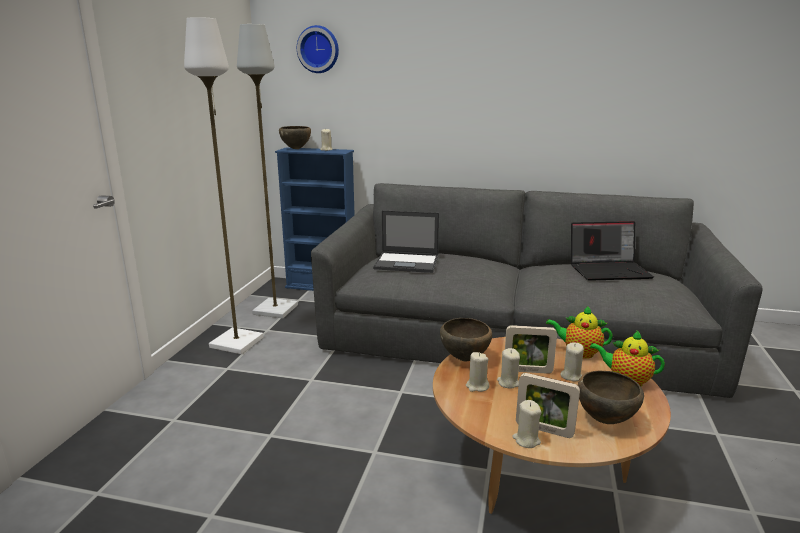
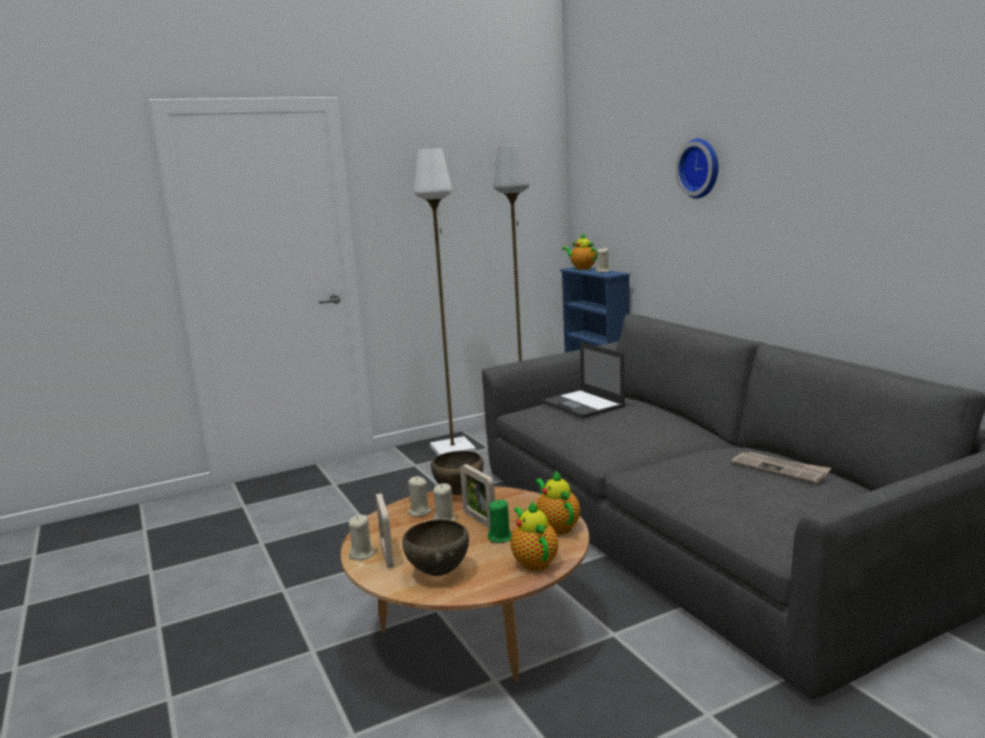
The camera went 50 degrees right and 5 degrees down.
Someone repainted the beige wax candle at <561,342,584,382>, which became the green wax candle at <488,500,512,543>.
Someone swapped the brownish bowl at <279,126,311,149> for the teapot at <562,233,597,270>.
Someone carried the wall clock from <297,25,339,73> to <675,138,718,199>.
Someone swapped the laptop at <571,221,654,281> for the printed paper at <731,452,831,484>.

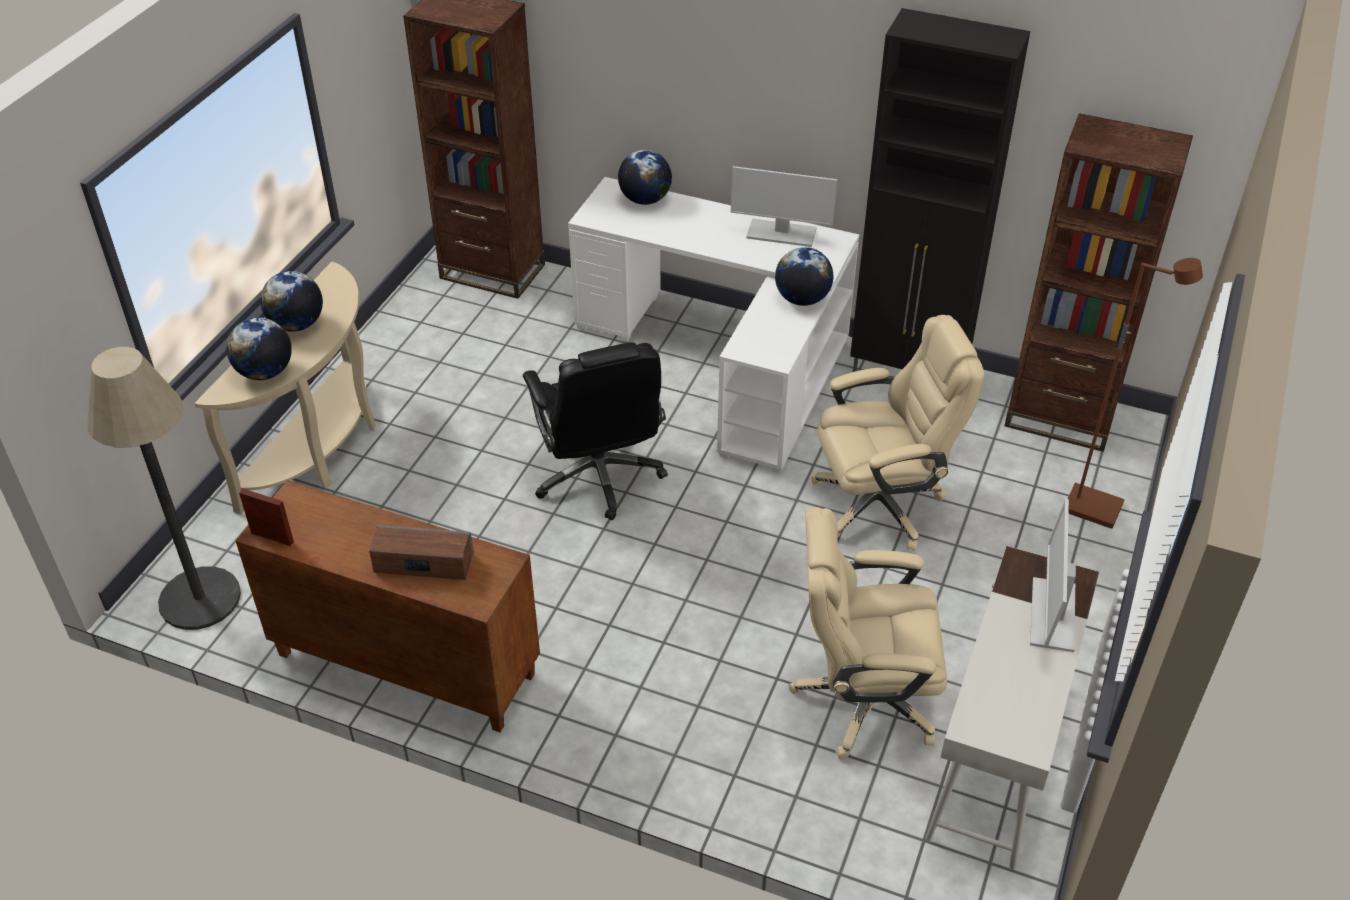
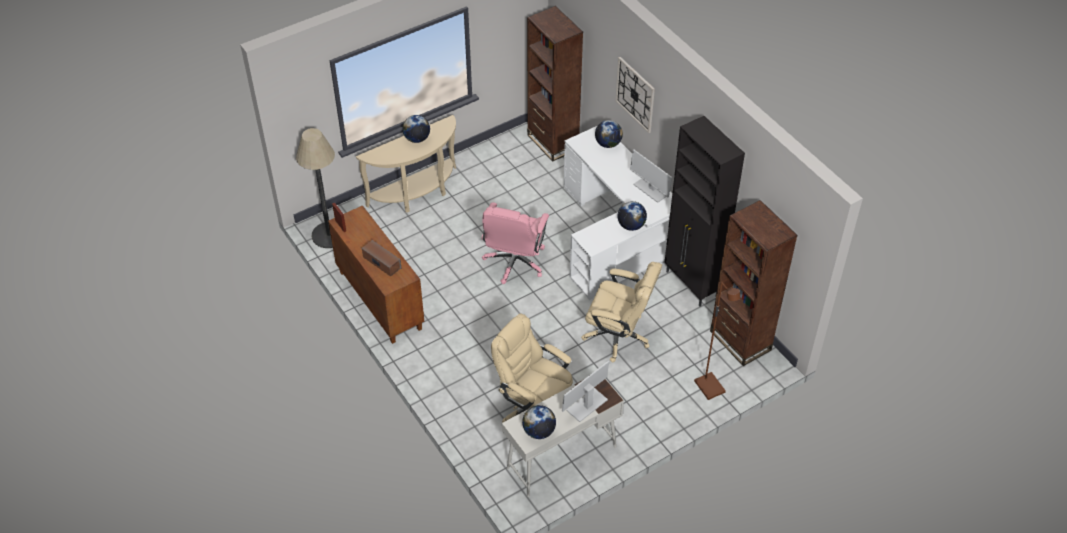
The camera went 35 degrees right and 5 degrees up.
Someone repainted the black office chair at <523,342,668,520>, which became the pink-coloured office chair at <482,202,549,284>.
Someone carried the globe from <226,317,292,380> to <522,405,556,439>.
Someone put up the wall clock at <615,57,655,133>.

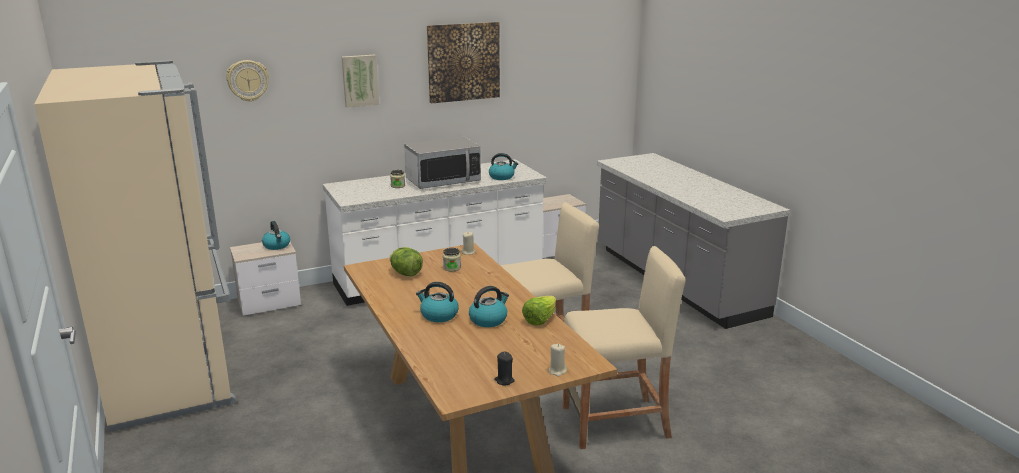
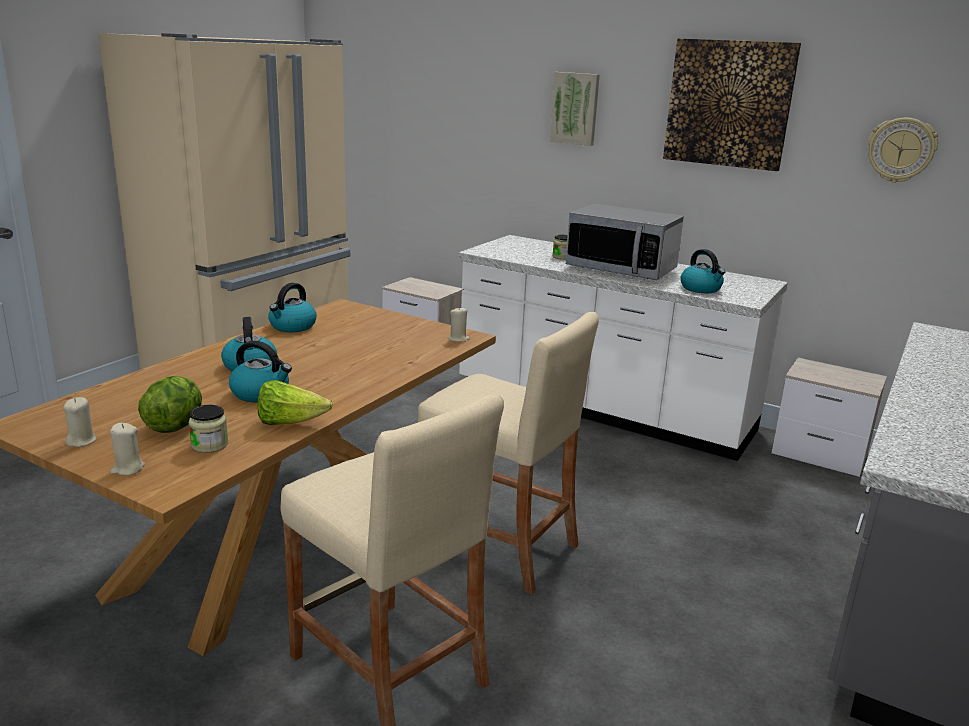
The camera went 55 degrees right and 0 degrees up.
Someone repainted the black wax candle at <494,352,514,386>, which became the beige wax candle at <64,397,96,447>.
Someone carried the lettuce head from <390,247,423,276> to <138,376,202,433>.
Someone carried the preserve jar from <443,248,461,272> to <189,405,228,453>.
Someone carried the kettle from <262,221,290,250> to <268,283,316,332>.
Someone carried the wall clock from <226,60,269,102> to <868,118,938,183>.

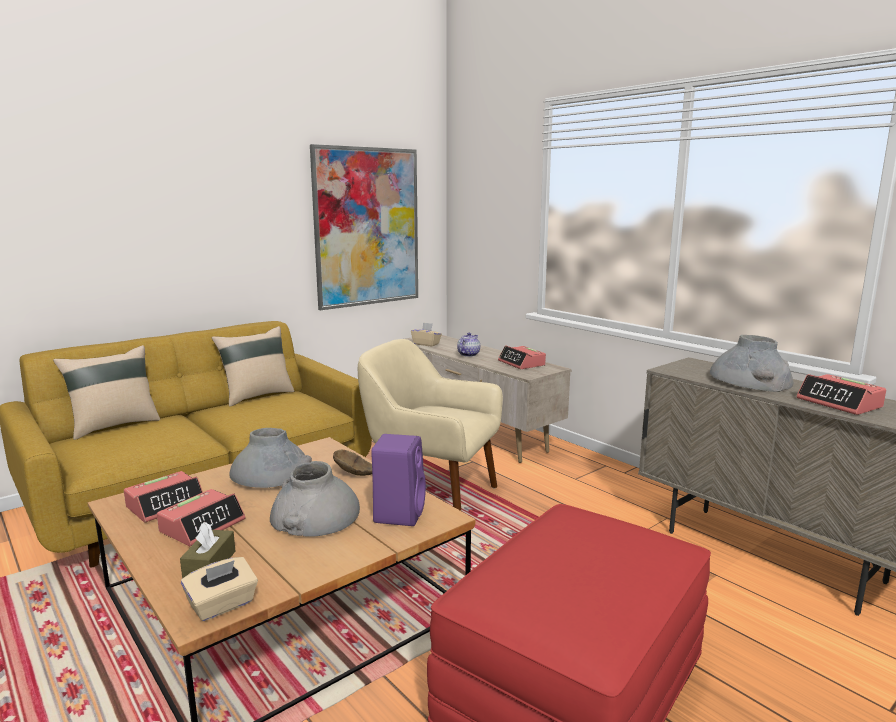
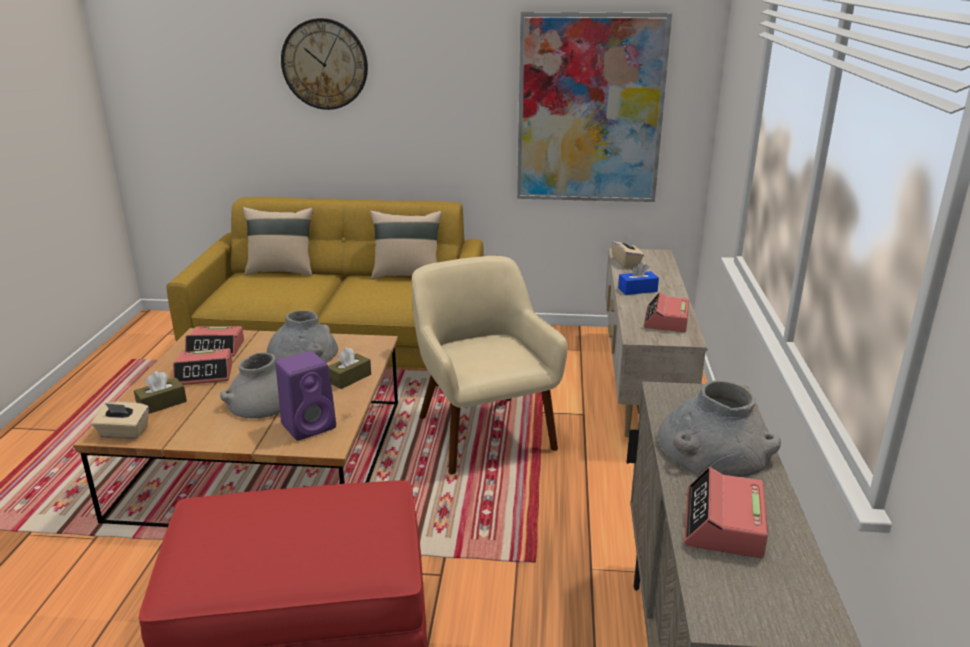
The camera went 45 degrees right and 10 degrees up.
Someone put up the wall clock at <281,18,368,110>.
Someone swapped the brownish bowl at <333,450,372,476> for the brownish tissue holder at <328,347,371,389>.
Someone swapped the teapot at <457,333,480,357> for the blue-coloured tissue holder at <618,263,659,295>.

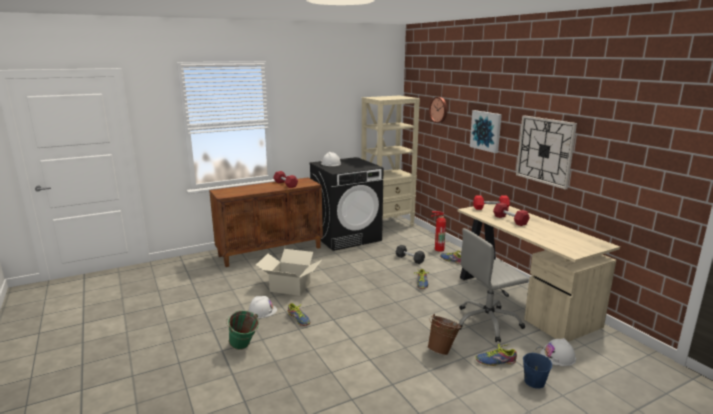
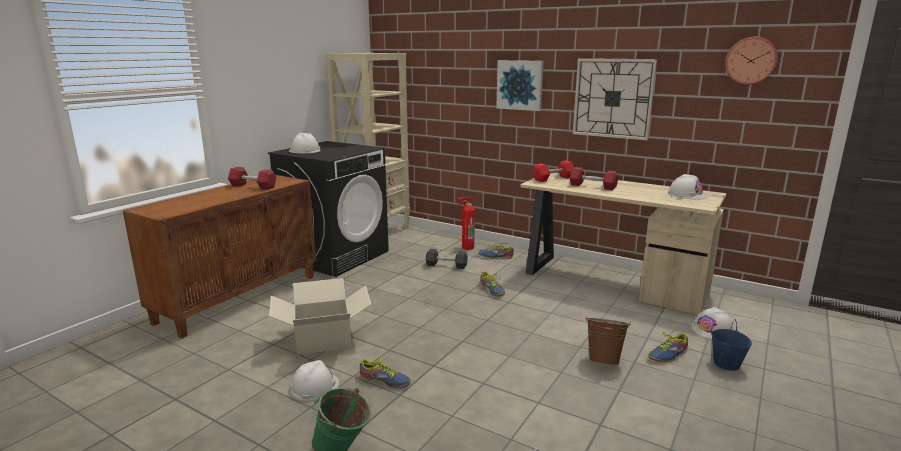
The camera went 30 degrees left and 0 degrees up.
Someone put down the white-coloured hard hat at <668,174,707,200>.
Someone carried the wall clock from <429,97,447,123> to <725,37,778,85>.
Someone took away the grey office chair at <459,228,529,342>.

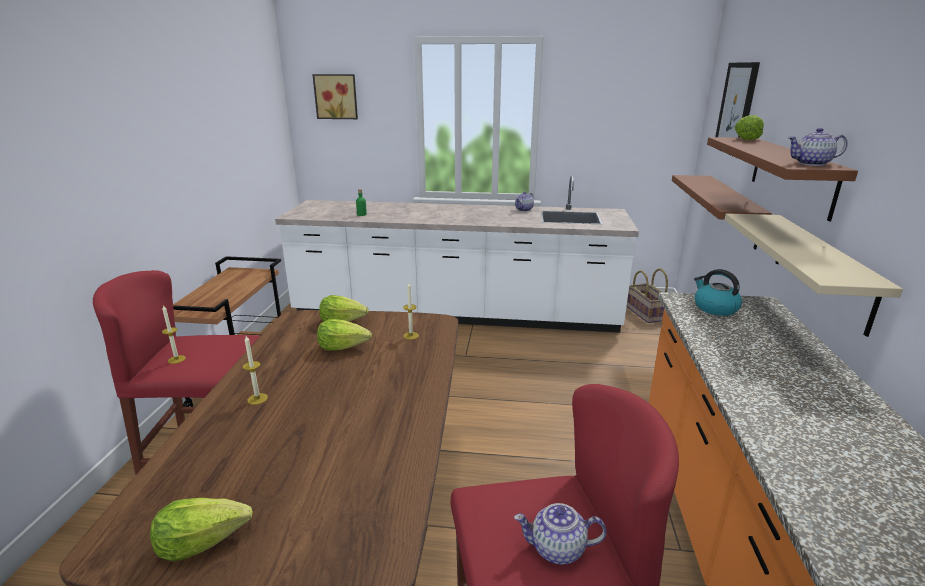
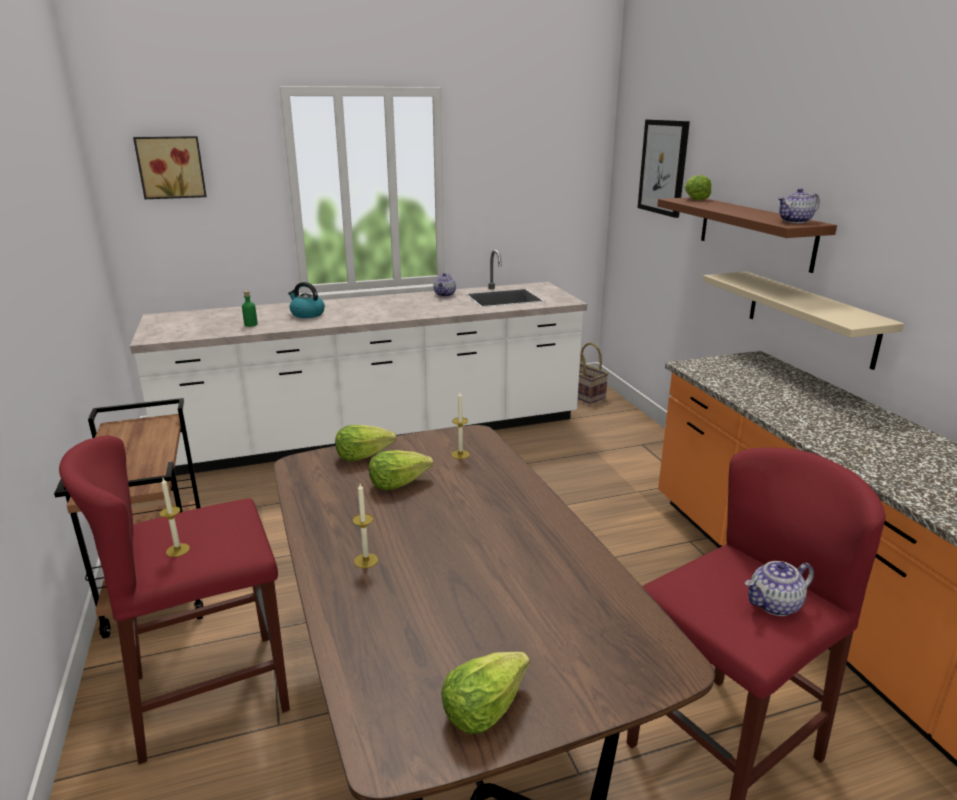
The camera went 25 degrees left and 0 degrees up.
Someone carried the kettle from <694,269,742,316> to <288,282,325,318>.
Someone took away the brownish shelf at <672,175,772,249>.

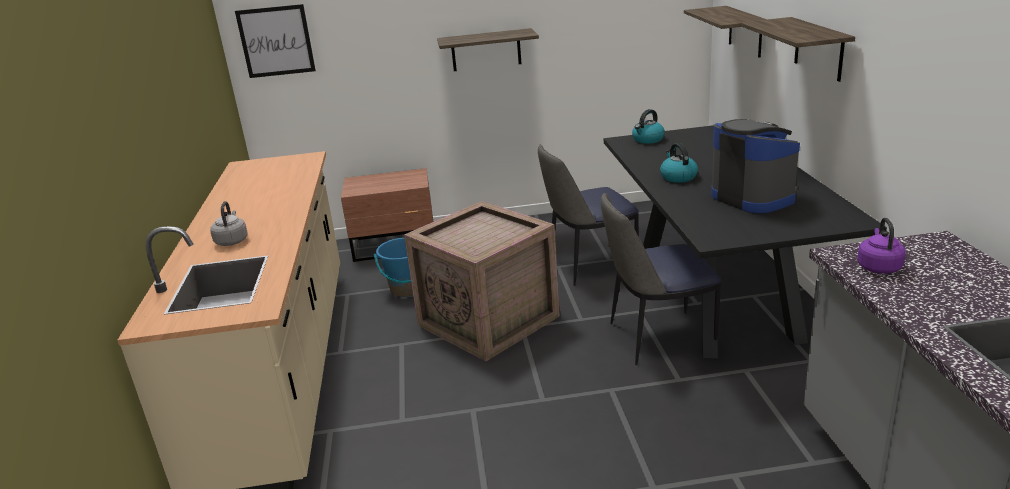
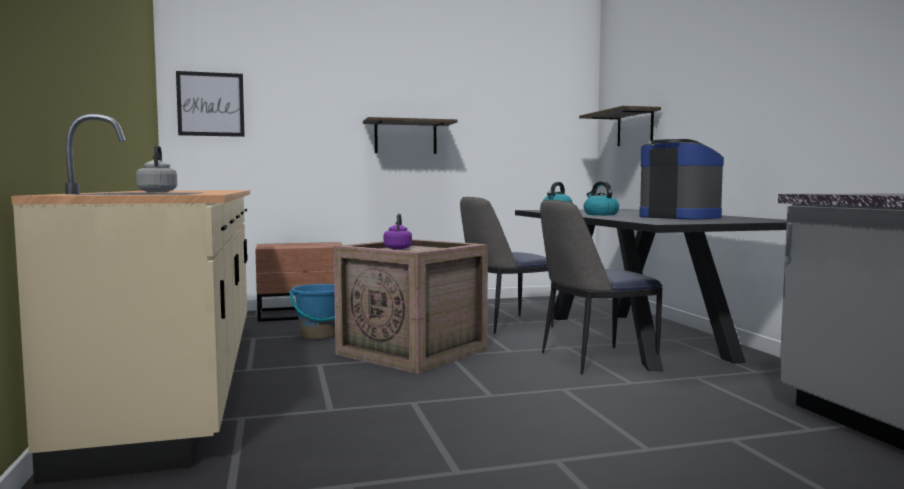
The camera went 10 degrees left and 20 degrees down.
Someone carried the purplish kettle from <857,218,906,274> to <384,213,412,250>.
Someone took away the shelf at <741,17,855,82>.

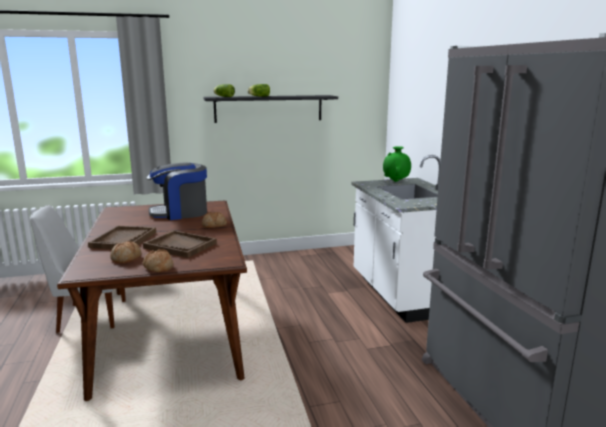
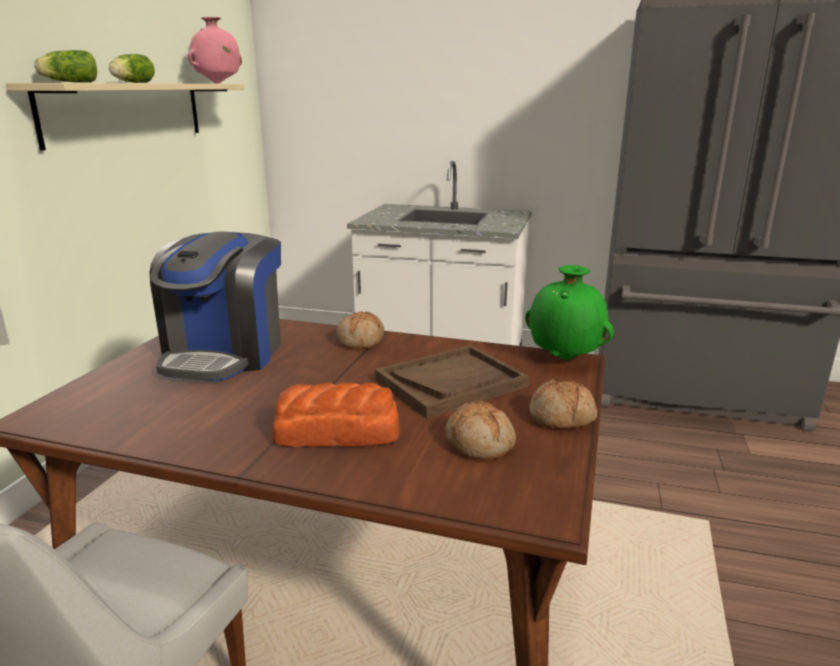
The camera went 60 degrees left and 5 degrees up.
Someone repainted the black shelf at <203,95,338,123>, which became the beige shelf at <6,83,245,151>.
Someone put down the pink-coloured flower vase at <188,17,242,83>.
Someone swapped the brownish tray at <88,226,156,249> for the bakery bread at <272,382,400,447>.
Someone carried the green flower vase from <383,146,411,182> to <525,265,614,360>.

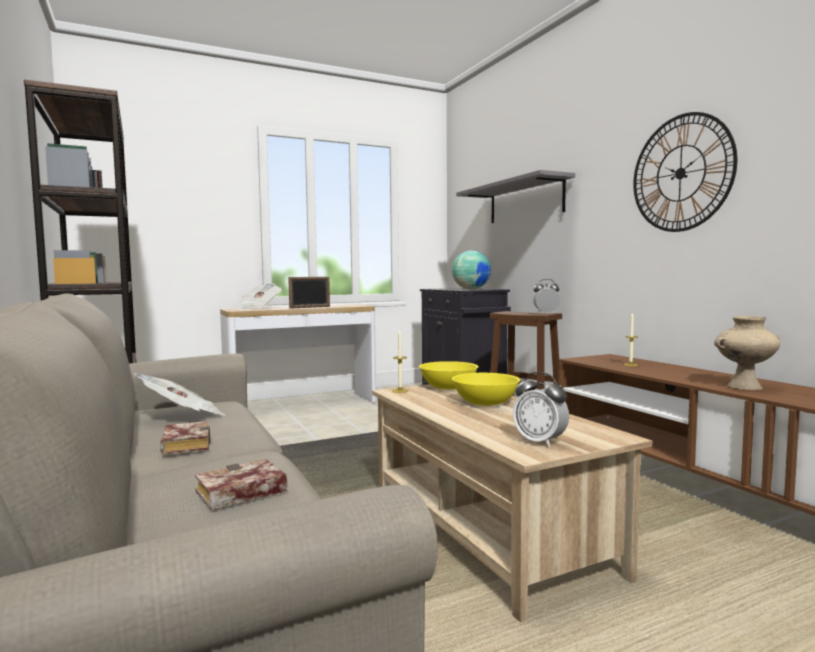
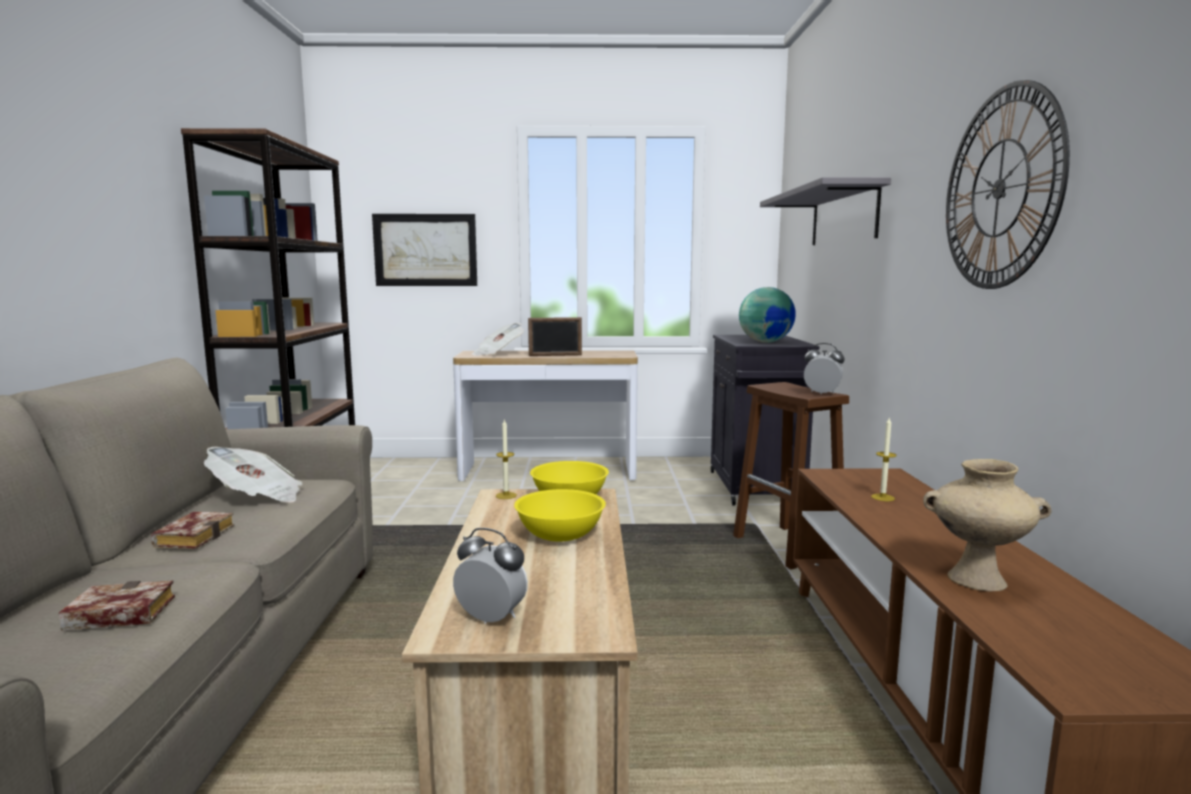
The camera went 25 degrees right and 5 degrees up.
Someone put up the wall art at <372,214,477,286>.
Someone rotated the table clock at <513,372,569,447> by 135 degrees clockwise.

